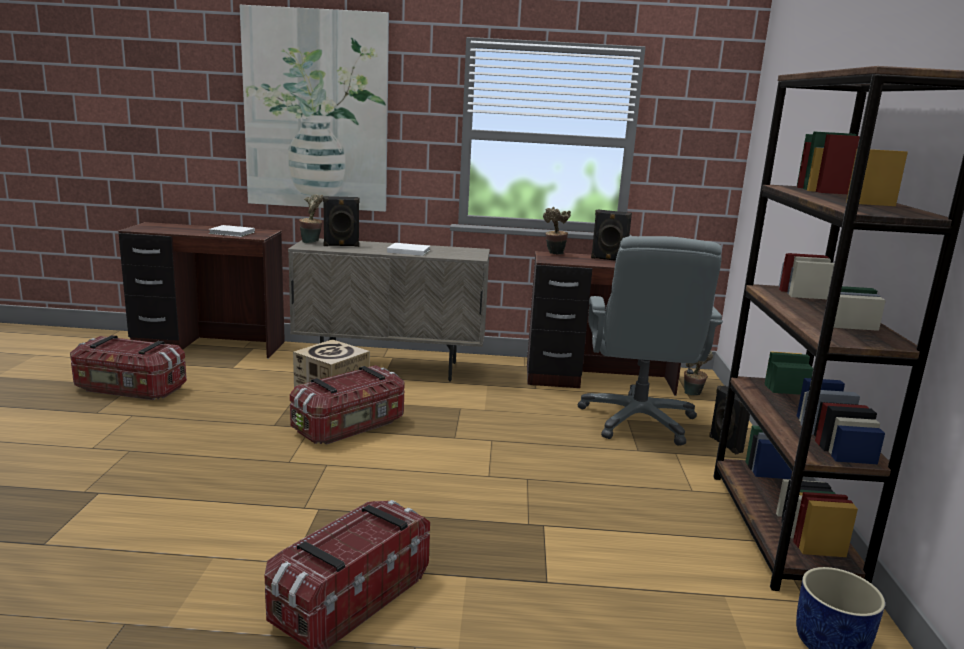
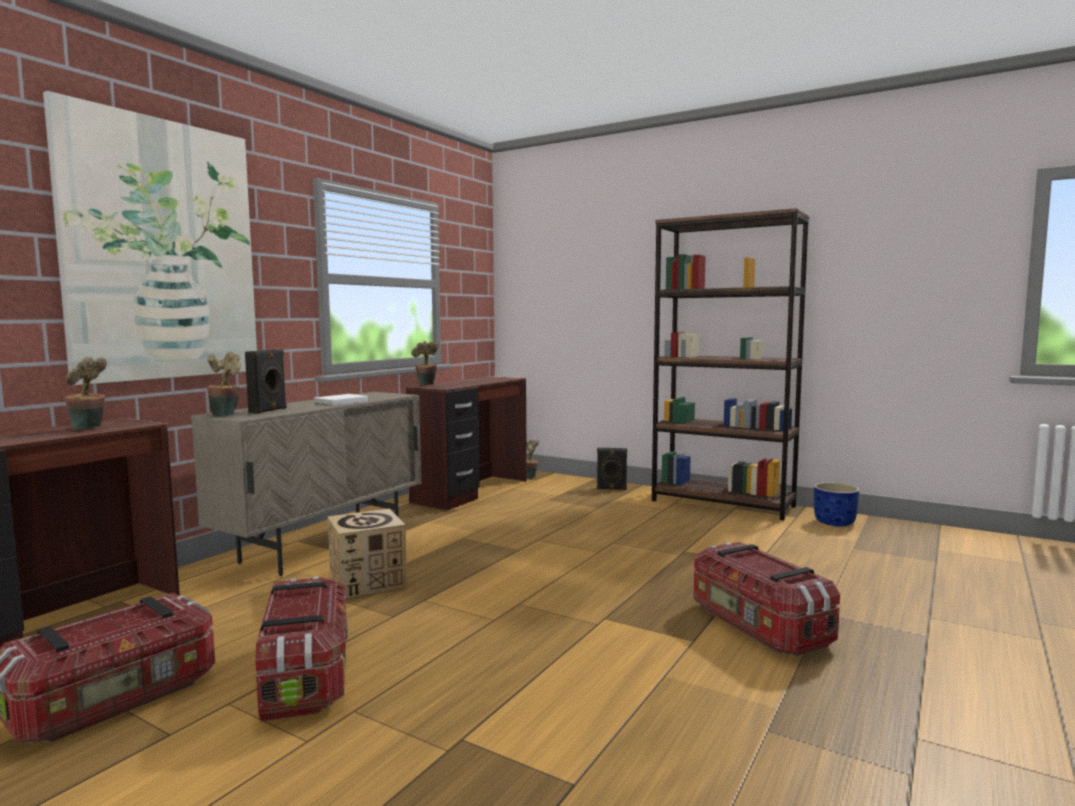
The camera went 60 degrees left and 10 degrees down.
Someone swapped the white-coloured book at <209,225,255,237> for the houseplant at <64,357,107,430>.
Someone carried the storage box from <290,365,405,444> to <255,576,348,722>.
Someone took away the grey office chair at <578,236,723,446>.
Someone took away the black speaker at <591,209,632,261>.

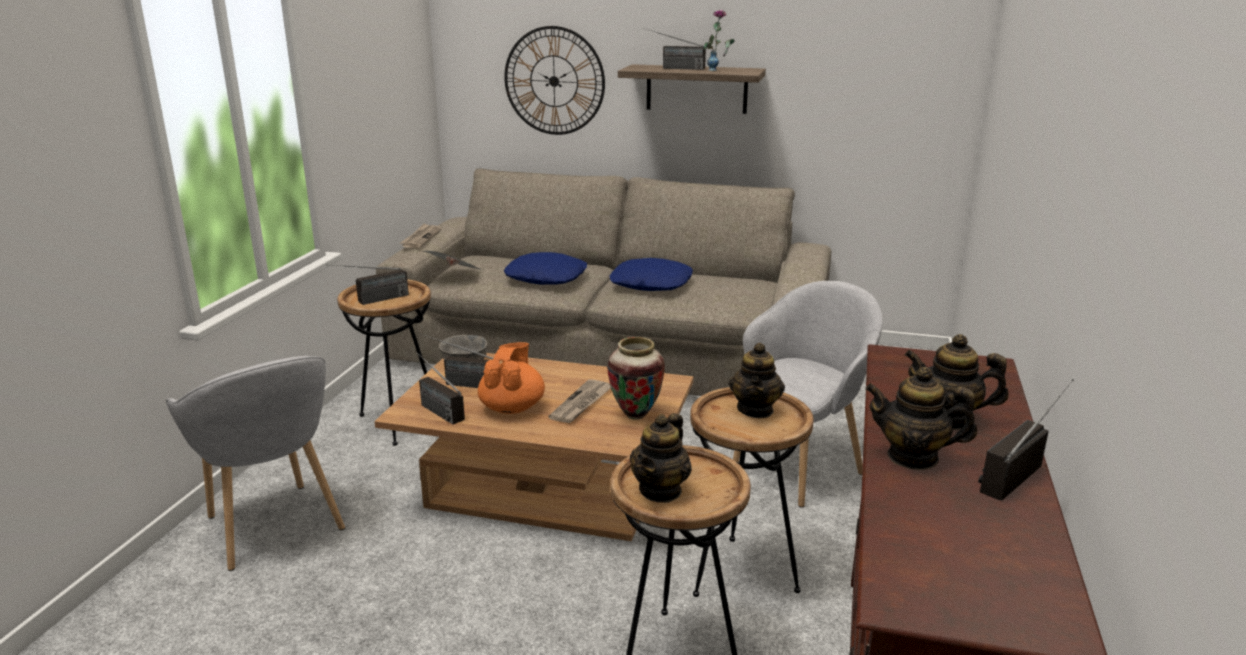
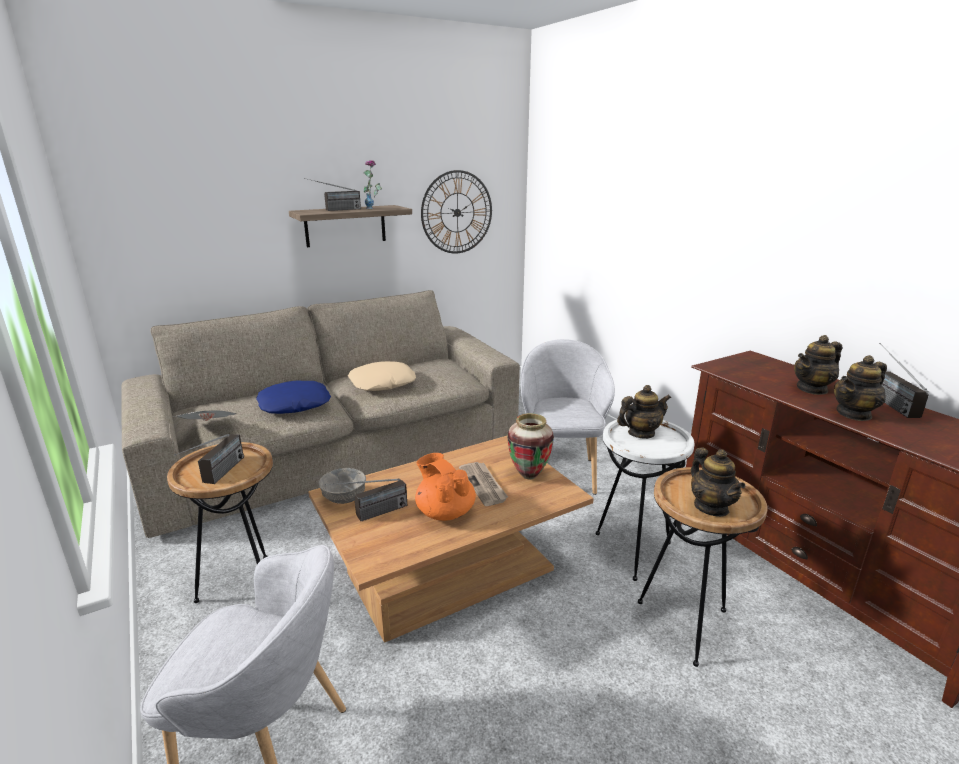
The camera went 45 degrees left and 0 degrees up.
Someone repainted the blue-coloured cushion at <610,258,693,291>, which became the beige cushion at <348,361,416,391>.
Someone carried the wall clock from <504,26,605,135> to <421,170,492,254>.
Someone repainted the brownish side table at <690,387,814,597>, which became the white-coloured side table at <596,418,695,581>.
Someone rotated the teapot at <729,343,785,418> by 75 degrees counterclockwise.
Someone took away the printed paper at <399,224,442,248>.
Someone took away the radio set at <411,347,465,424>.

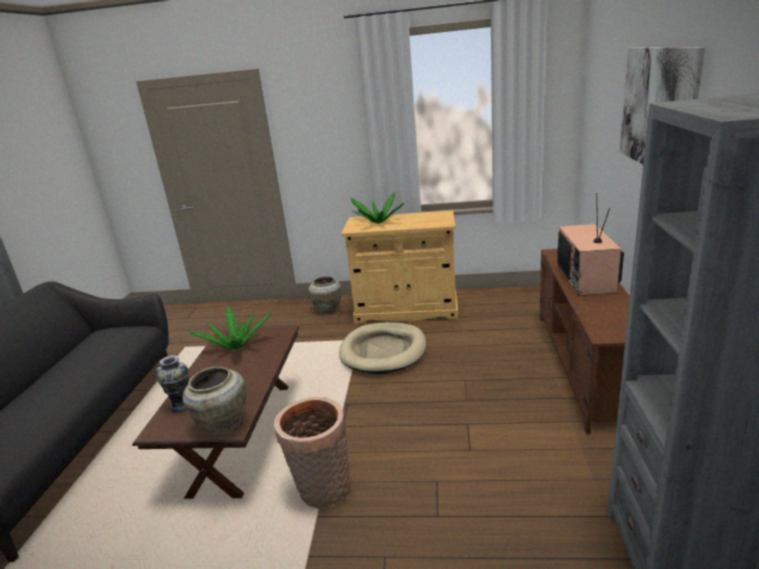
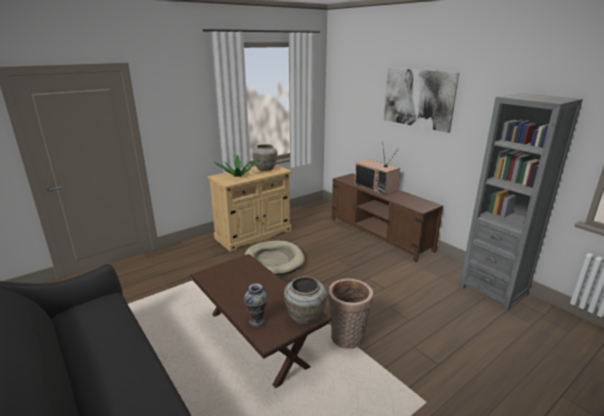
The camera went 45 degrees left and 0 degrees up.
Someone carried the beige flower vase from <308,276,341,313> to <252,144,277,171>.
Someone took away the houseplant at <187,306,271,350>.

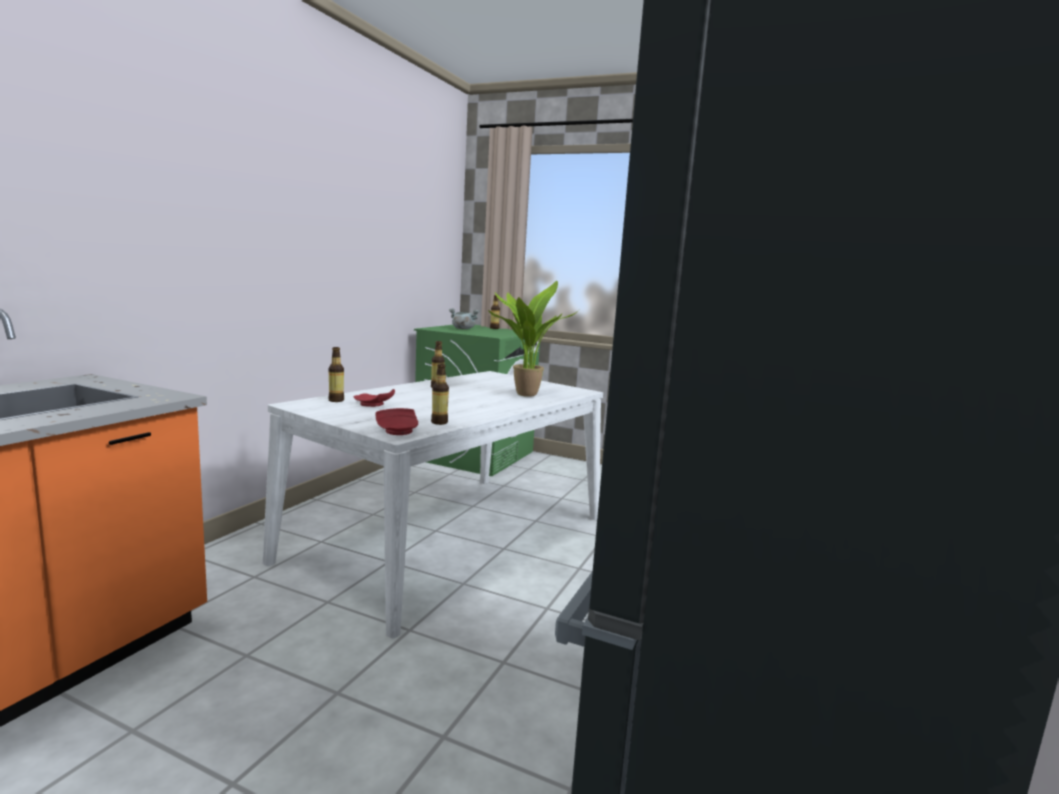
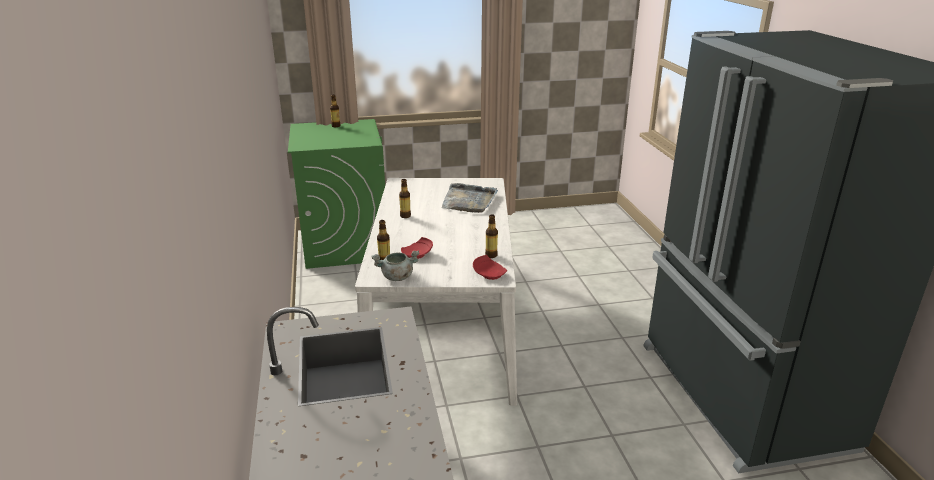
The camera went 35 degrees left and 15 degrees up.
Someone carried the grey cooking pot from <449,308,479,329> to <371,250,419,281>.
Someone swapped the houseplant at <488,281,579,397> for the grey tray at <441,183,498,213>.

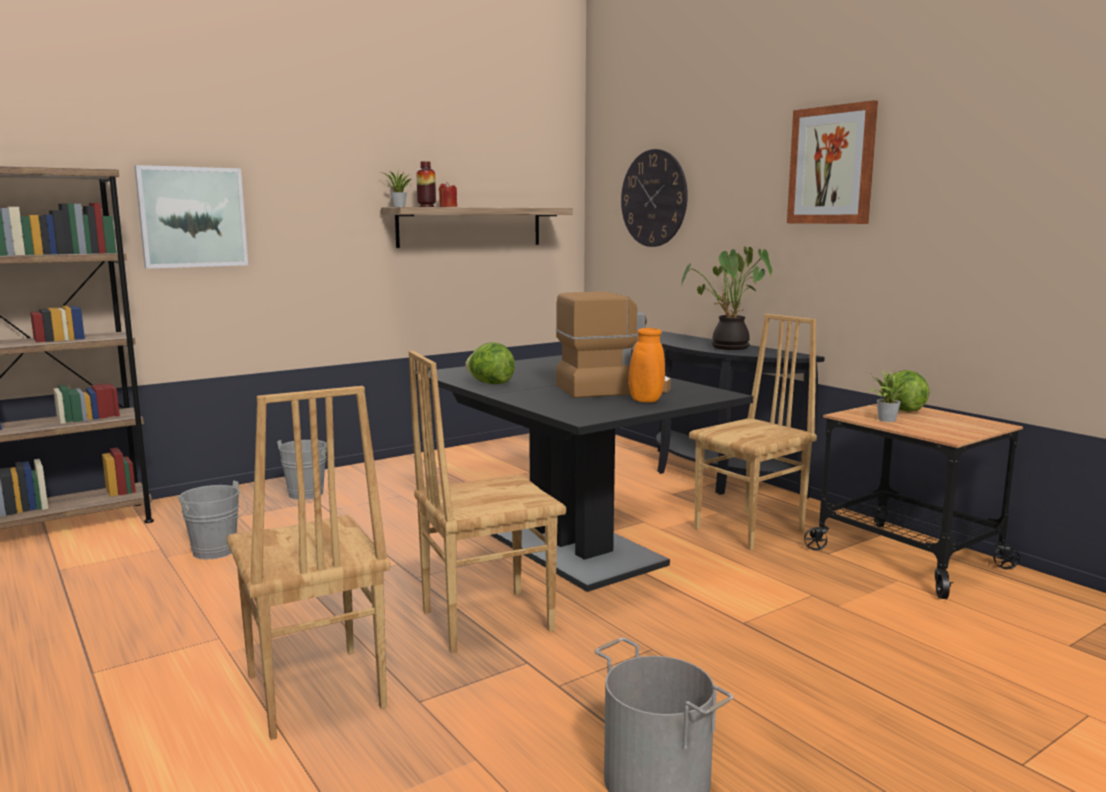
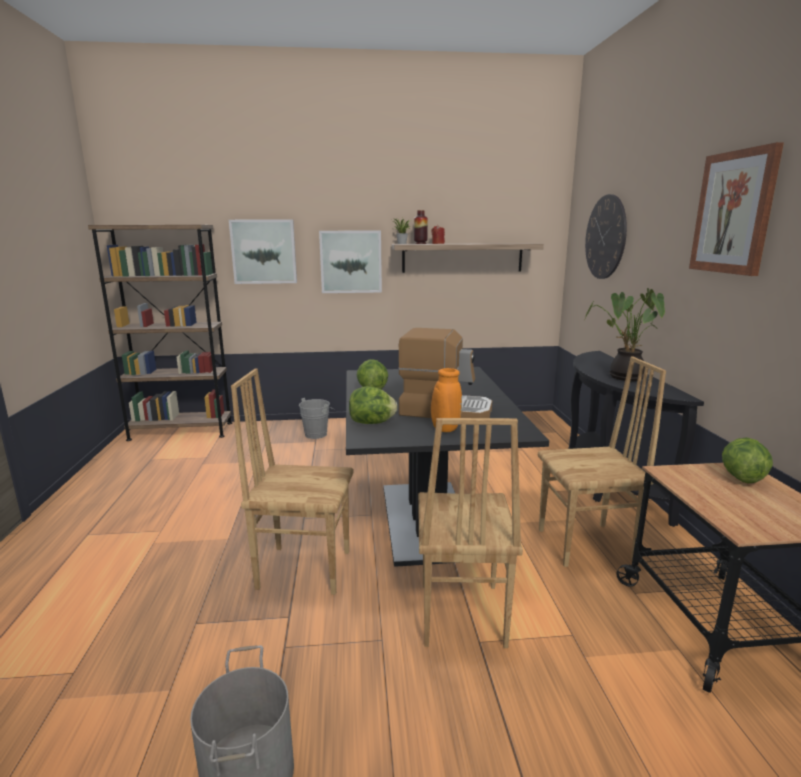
The camera went 30 degrees right and 5 degrees up.
Someone put up the wall art at <319,230,382,293>.
Someone put down the lettuce head at <349,386,397,424>.
Someone carried the brownish upright chair from <227,386,390,740> to <418,418,523,648>.
Someone took away the grey pail at <178,481,248,560>.
Someone took away the houseplant at <869,371,910,422>.

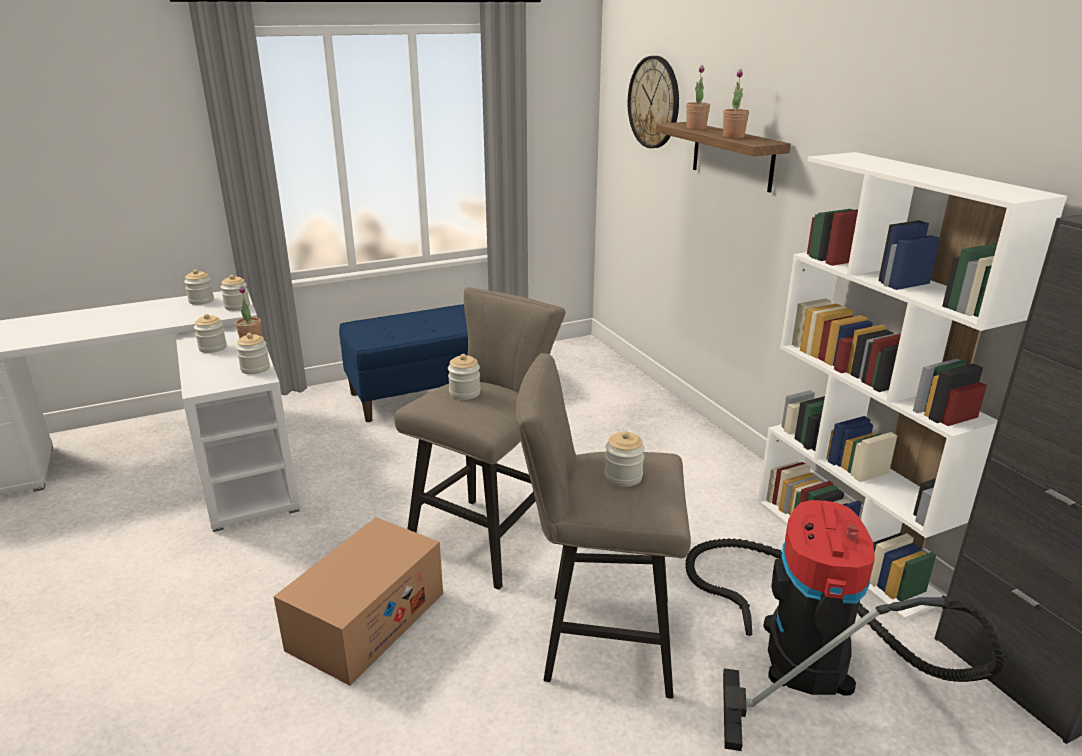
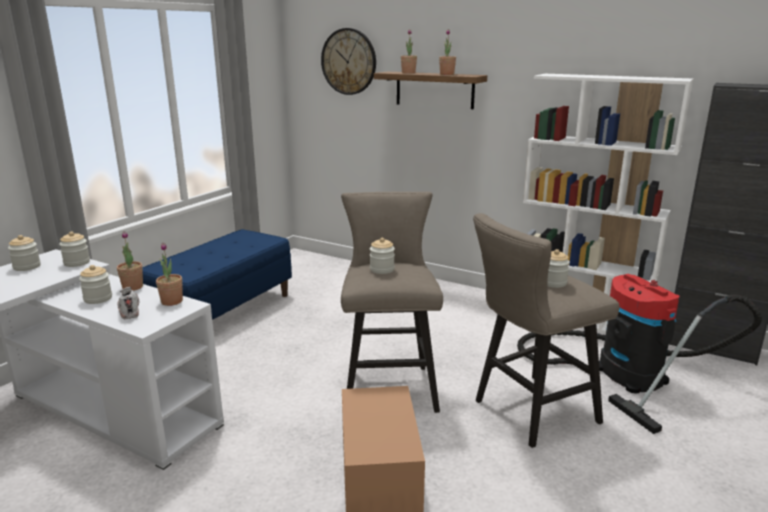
The camera went 35 degrees left and 5 degrees down.
Someone put down the white-coloured low shoe at <117,287,139,319>.
Someone swapped the preserve jar at <236,333,270,374> for the houseplant at <156,242,183,306>.

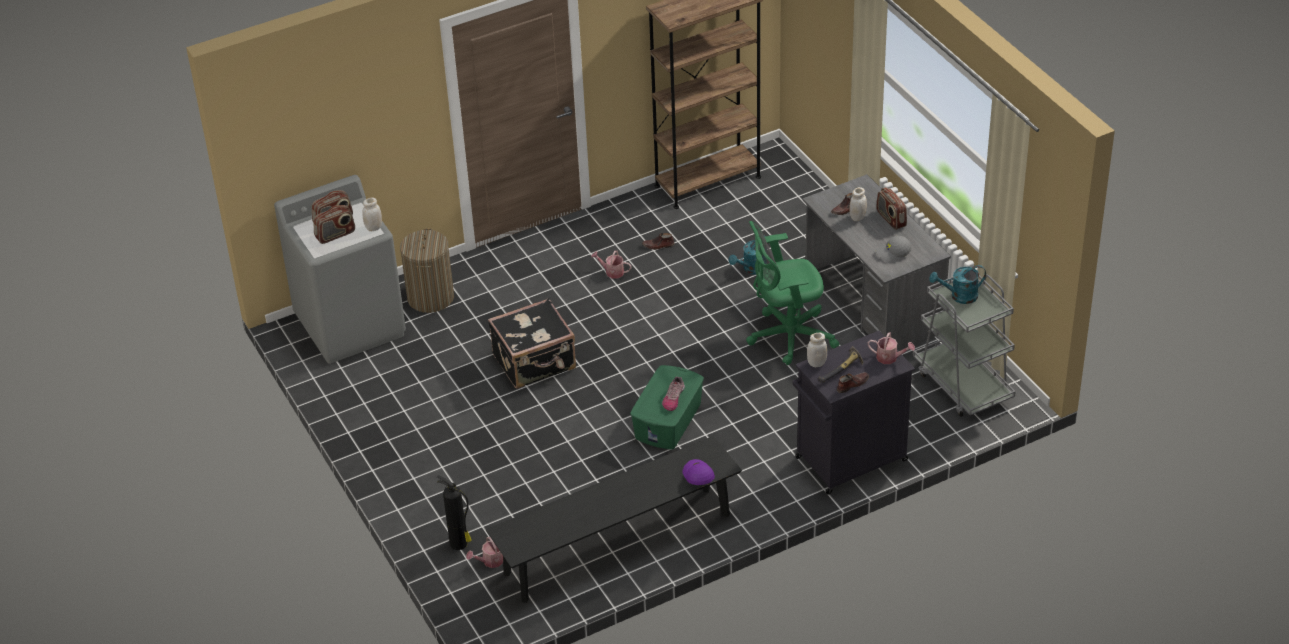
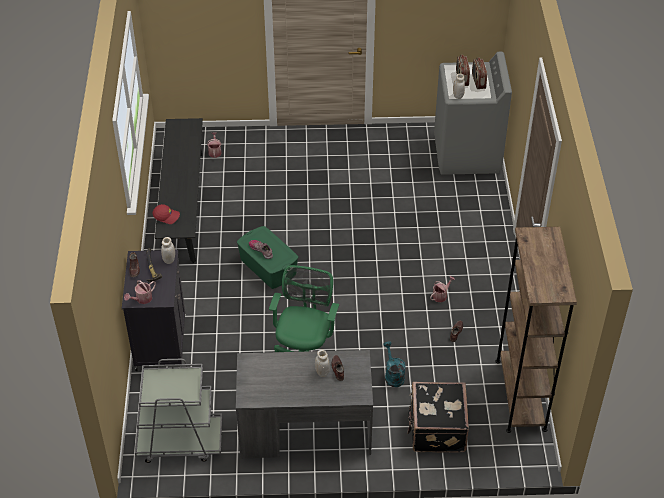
The camera went 115 degrees right and 5 degrees up.
Someone repainted the purplish peaked cap at <682,459,715,485>, which became the red-coloured peaked cap at <153,204,180,224>.
Someone carried the black travel case from <488,298,576,389> to <407,382,469,453>.
Someone took away the washing basket at <400,228,454,313>.
Someone took away the fire extinguisher at <437,475,472,550>.
Someone took away the radio set at <876,187,907,230>.
Someone took away the grey peaked cap at <876,236,912,263>.
Someone took away the turquoise-coloured watering can at <929,265,986,304>.

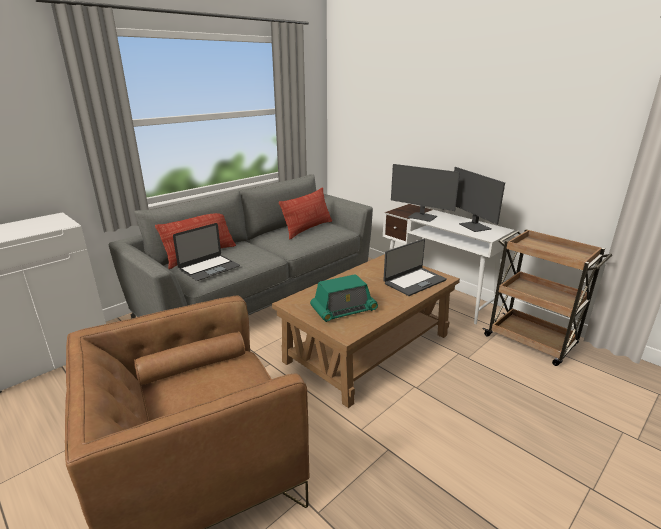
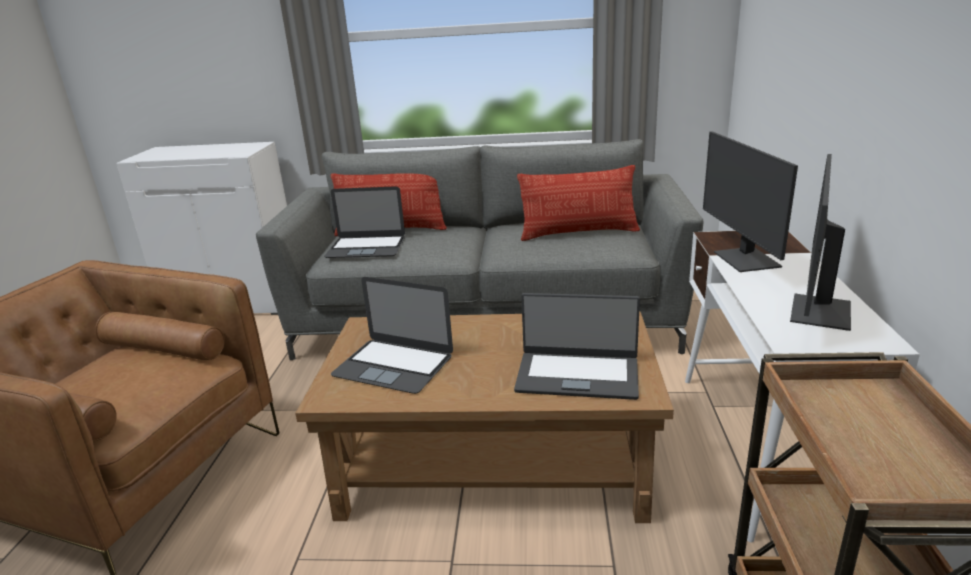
The camera went 50 degrees right and 0 degrees up.
Someone swapped the radio set at <310,274,378,322> for the laptop at <331,277,453,394>.

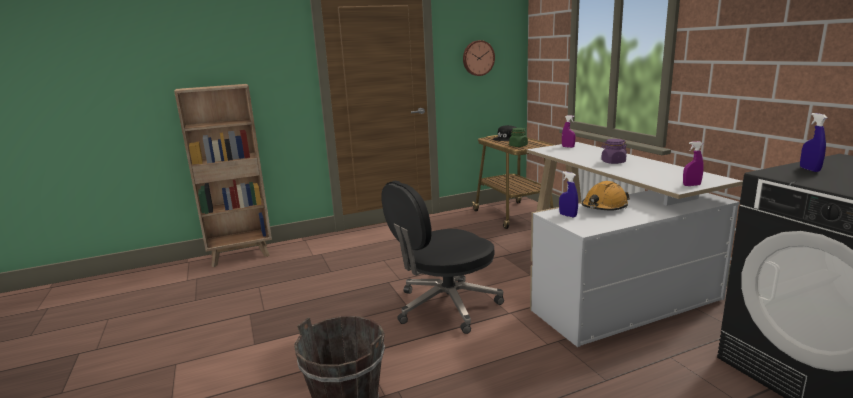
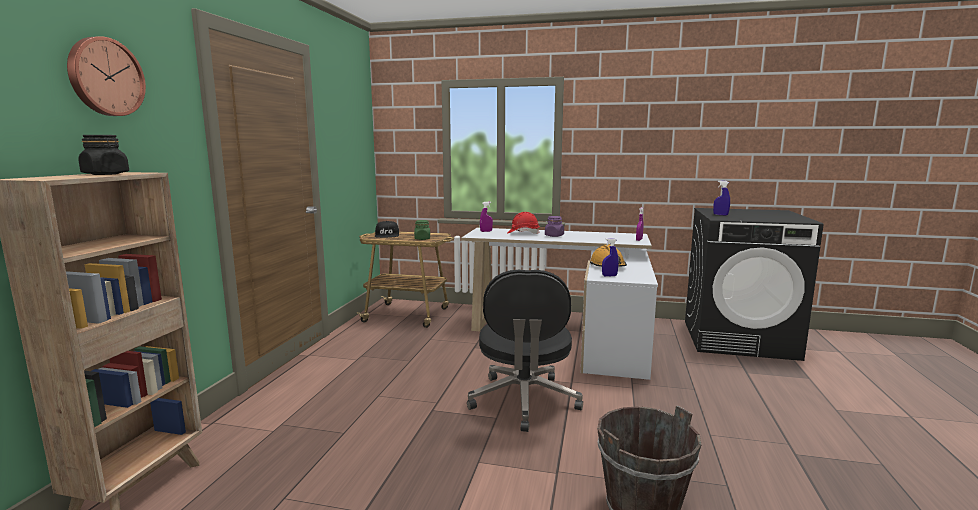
The camera went 55 degrees left and 5 degrees down.
Someone carried the wall clock from <463,40,495,76> to <67,36,146,116>.
Someone put down the black preserve jar at <78,135,129,175>.
Someone put down the red-coloured hard hat at <507,212,540,234>.

